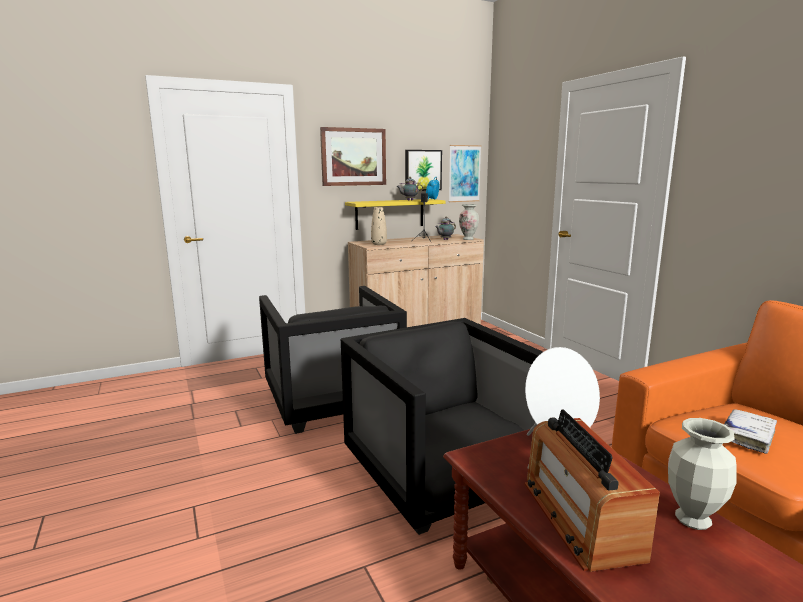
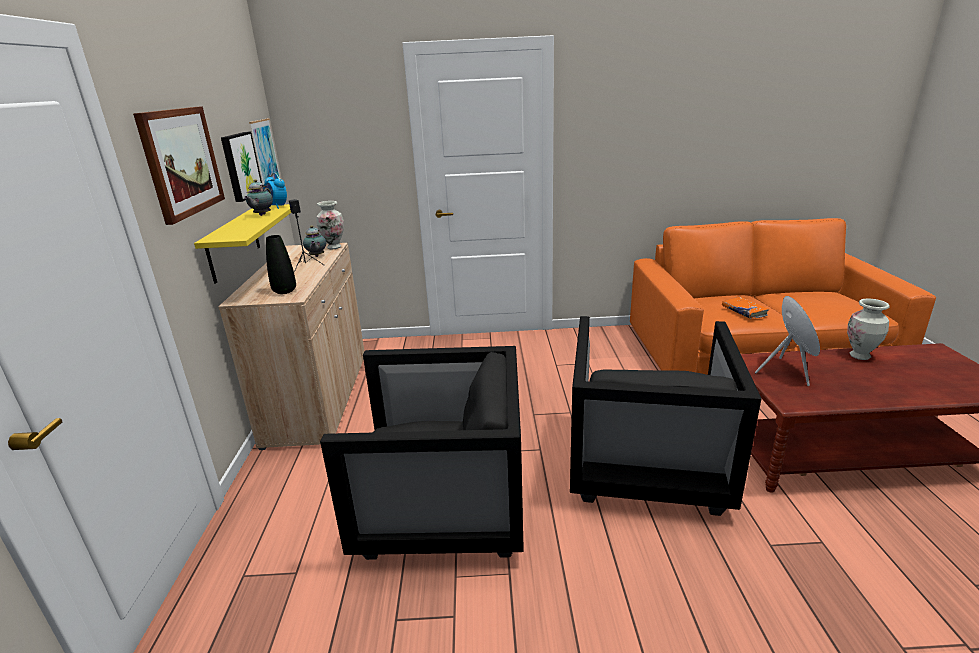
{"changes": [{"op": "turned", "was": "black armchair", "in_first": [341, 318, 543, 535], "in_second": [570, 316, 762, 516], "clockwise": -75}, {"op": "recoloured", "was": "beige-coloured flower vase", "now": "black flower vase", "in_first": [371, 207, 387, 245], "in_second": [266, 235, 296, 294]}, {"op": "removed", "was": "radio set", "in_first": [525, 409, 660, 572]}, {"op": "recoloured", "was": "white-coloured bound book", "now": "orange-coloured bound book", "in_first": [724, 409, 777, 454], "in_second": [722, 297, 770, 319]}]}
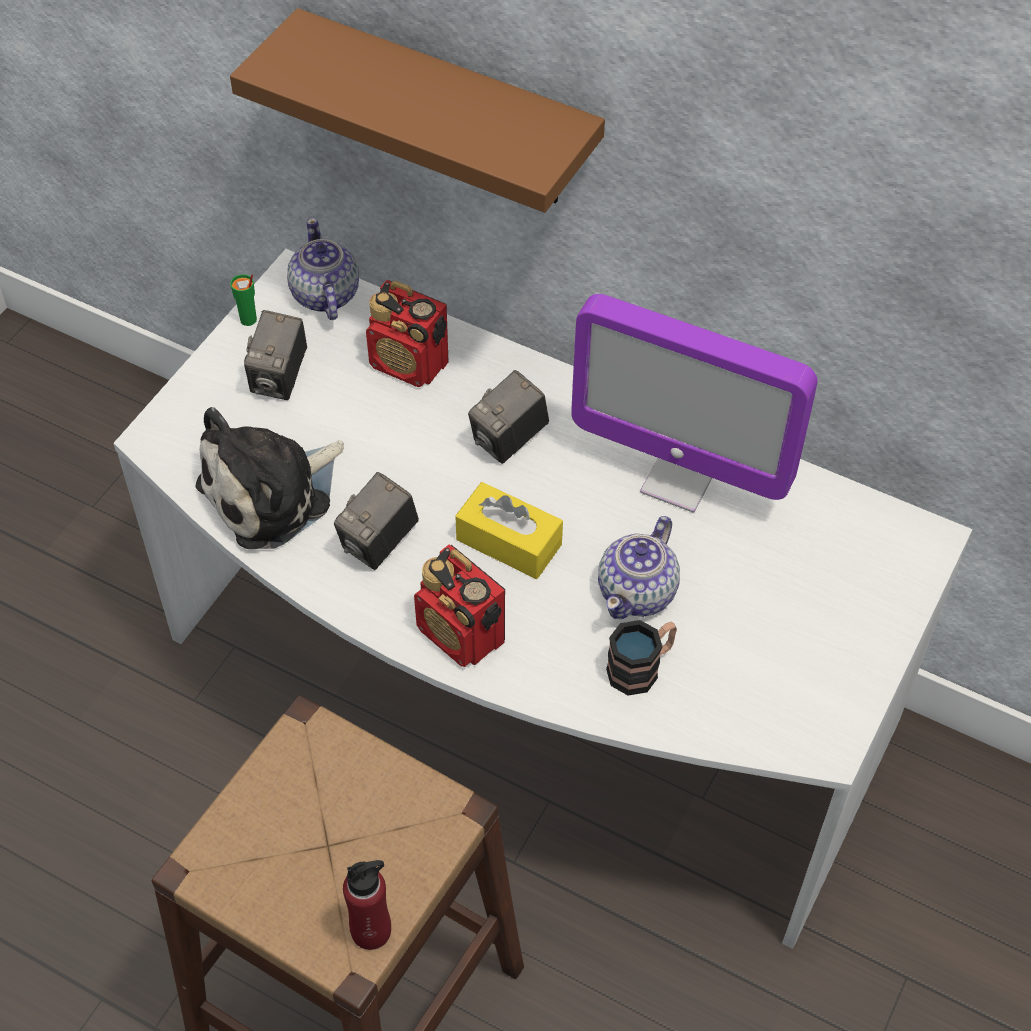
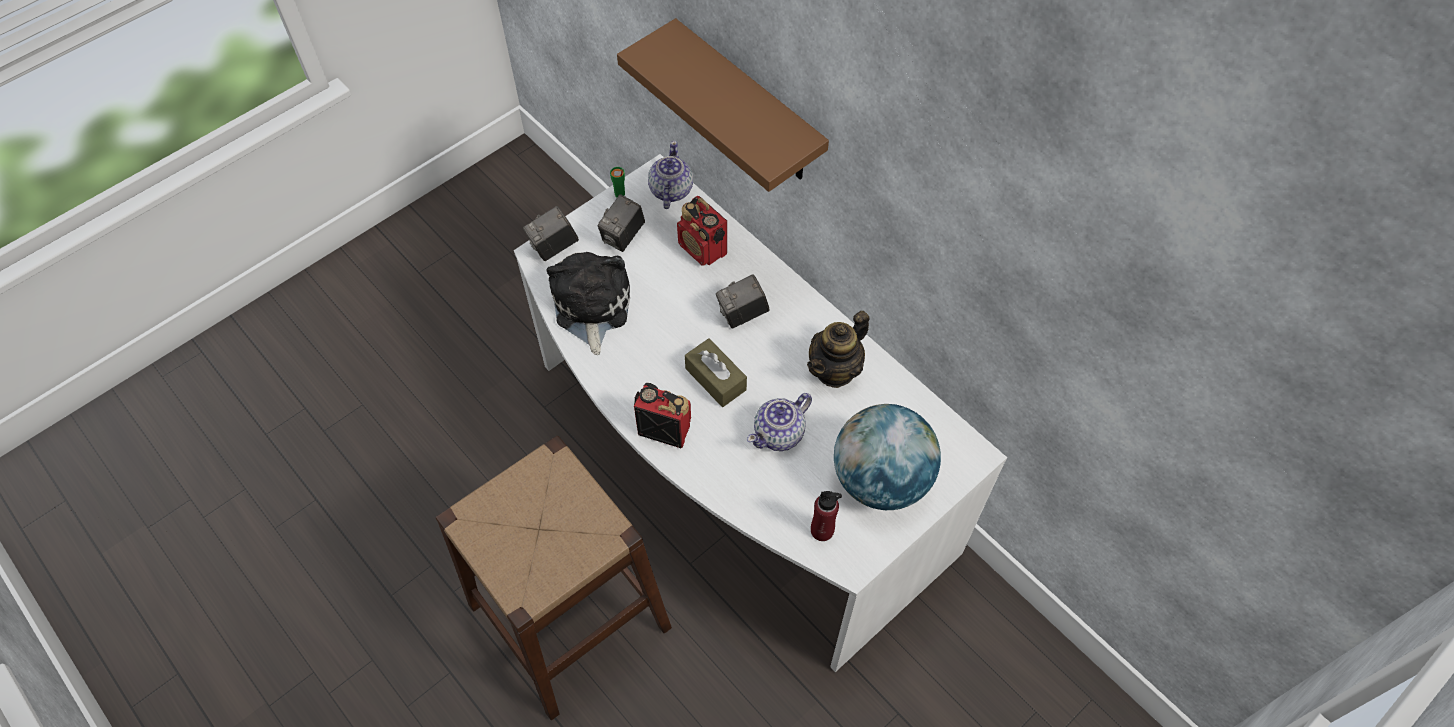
{"changes": [{"op": "turned", "was": "soft toy", "in_first": [195, 407, 344, 549], "in_second": [546, 252, 630, 355], "clockwise": 105}, {"op": "moved", "was": "photo camera", "in_first": [334, 472, 419, 570], "in_second": [523, 206, 579, 261]}, {"op": "moved", "was": "reddish bottle", "in_first": [343, 860, 391, 950], "in_second": [811, 491, 842, 541]}, {"op": "turned", "was": "radio set", "in_first": [414, 544, 505, 667], "in_second": [634, 383, 691, 448], "clockwise": 135}, {"op": "recoloured", "was": "yellowish tissue box", "now": "brown-coloured tissue box", "in_first": [455, 482, 563, 579], "in_second": [685, 338, 747, 407]}, {"op": "replaced", "was": "monitor", "now": "tea pot", "in_first": [571, 294, 818, 512], "in_second": [807, 311, 870, 388]}, {"op": "removed", "was": "mug", "in_first": [606, 620, 677, 695]}, {"op": "added", "now": "desk globe", "in_second": [834, 404, 941, 510]}]}
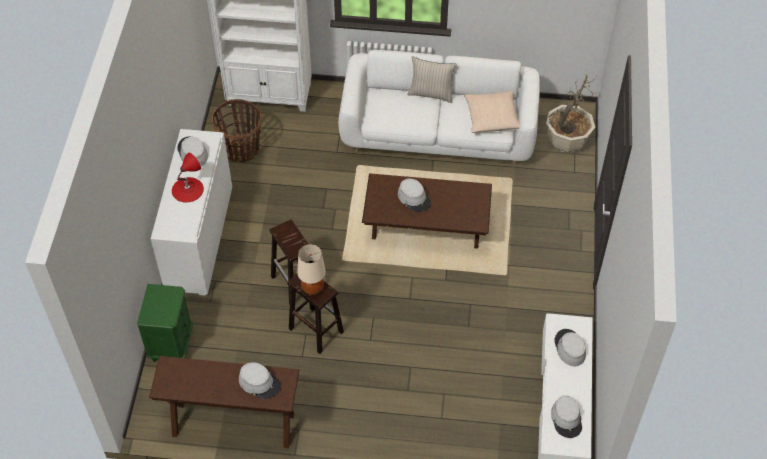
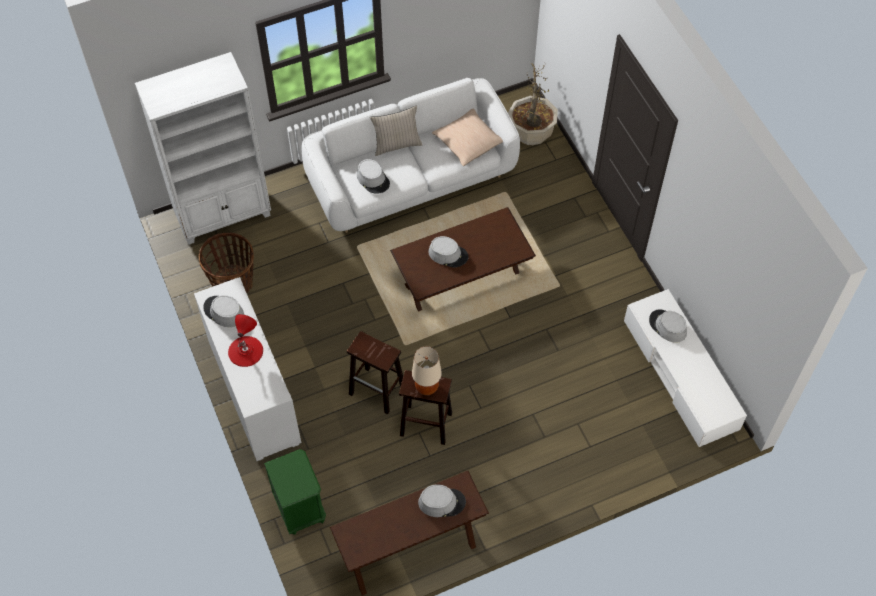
{"changes": [{"op": "moved", "was": "gray hat", "in_first": [551, 395, 582, 438], "in_second": [357, 159, 390, 194]}]}
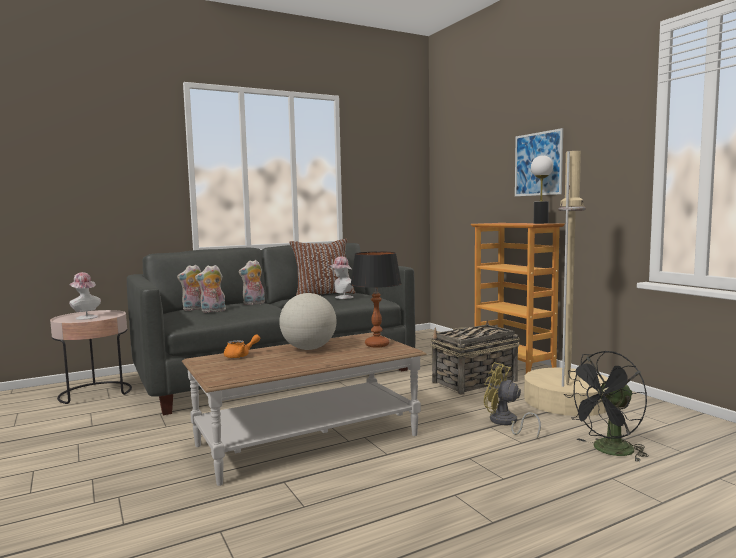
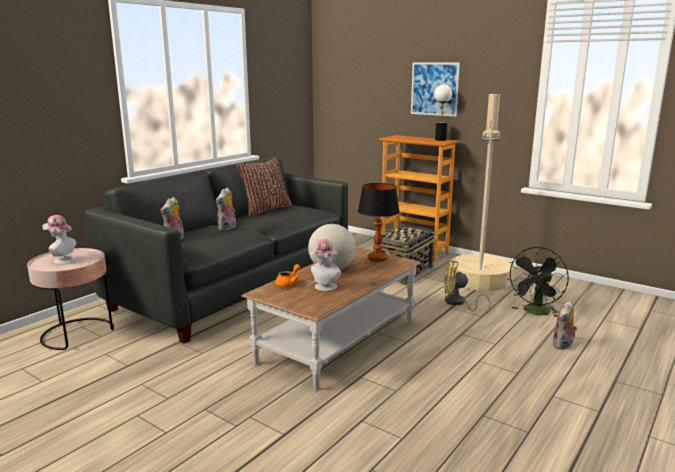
{"changes": [{"op": "moved", "was": "soft toy", "in_first": [195, 265, 226, 313], "in_second": [552, 301, 577, 350]}, {"op": "moved", "was": "hat", "in_first": [329, 256, 353, 299], "in_second": [310, 239, 341, 291]}]}
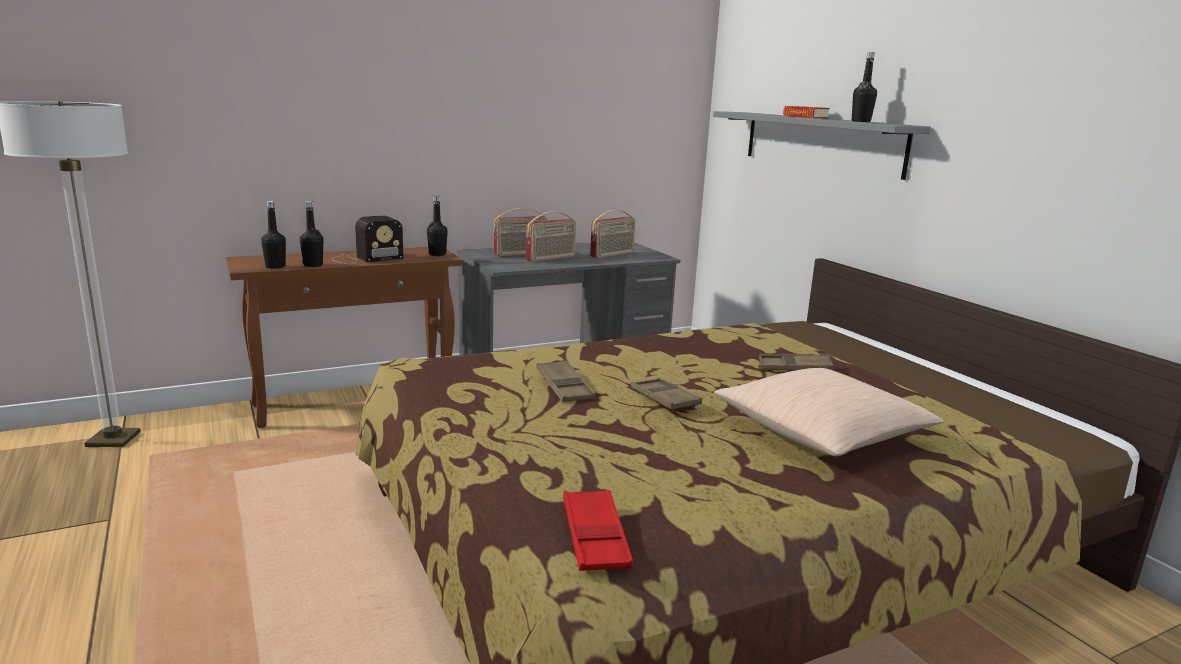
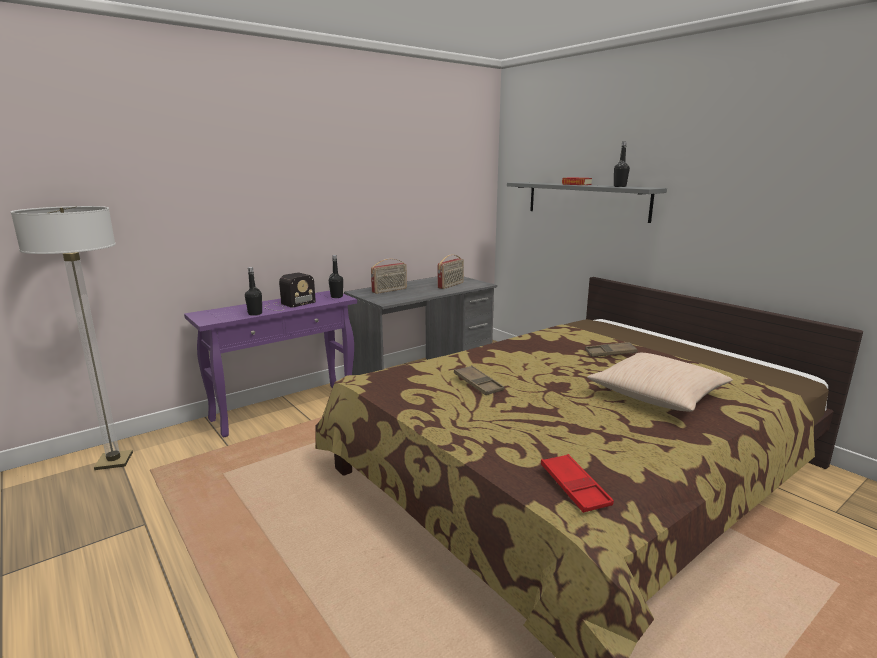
{"changes": [{"op": "recoloured", "was": "brown-coloured narrow table", "now": "purple-coloured narrow table", "in_first": [226, 247, 462, 428], "in_second": [184, 291, 357, 437]}, {"op": "removed", "was": "black bottle", "in_first": [261, 201, 286, 269]}, {"op": "removed", "was": "radio set", "in_first": [526, 212, 576, 262]}, {"op": "removed", "was": "brown-coloured tray", "in_first": [631, 378, 702, 411]}]}
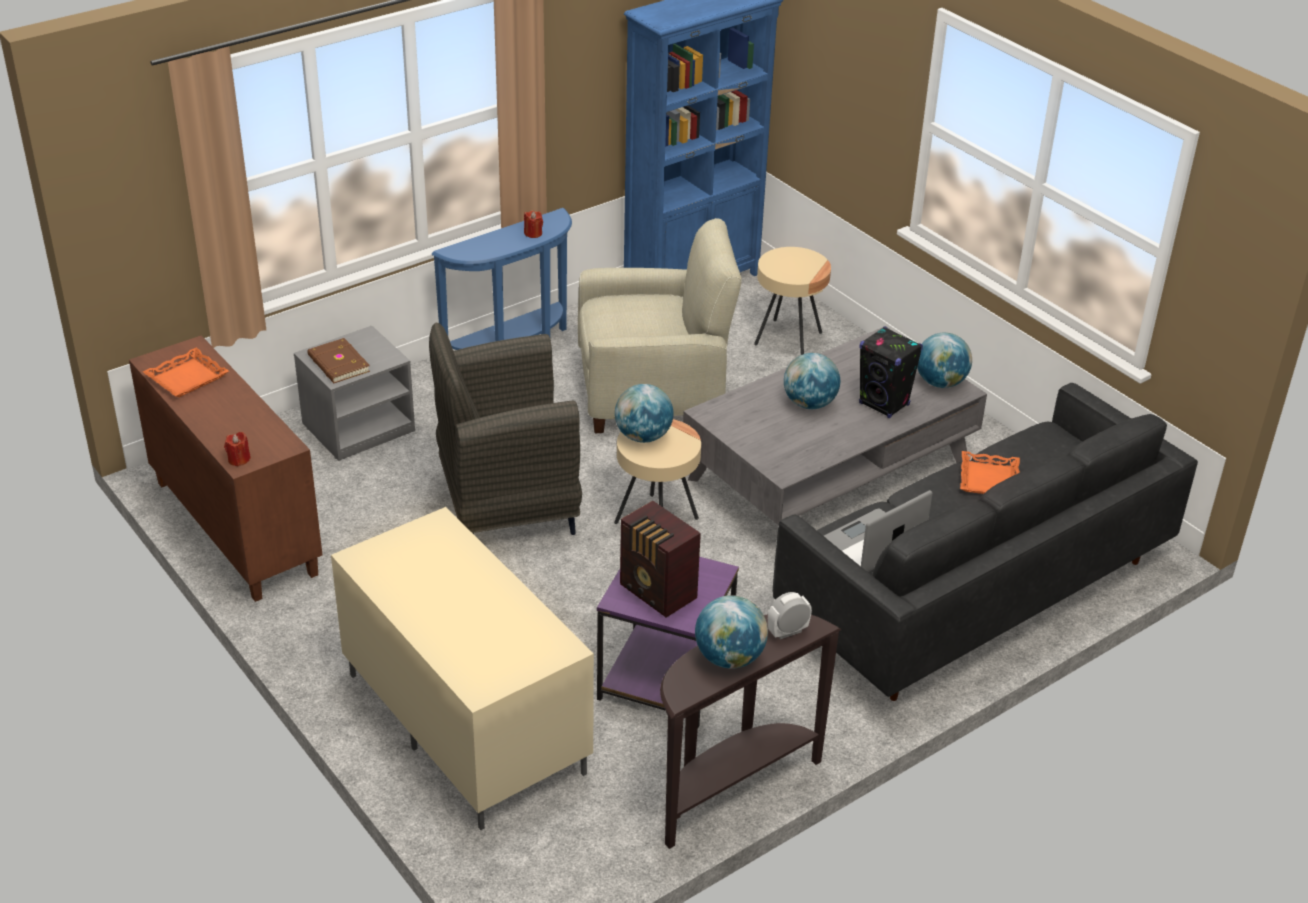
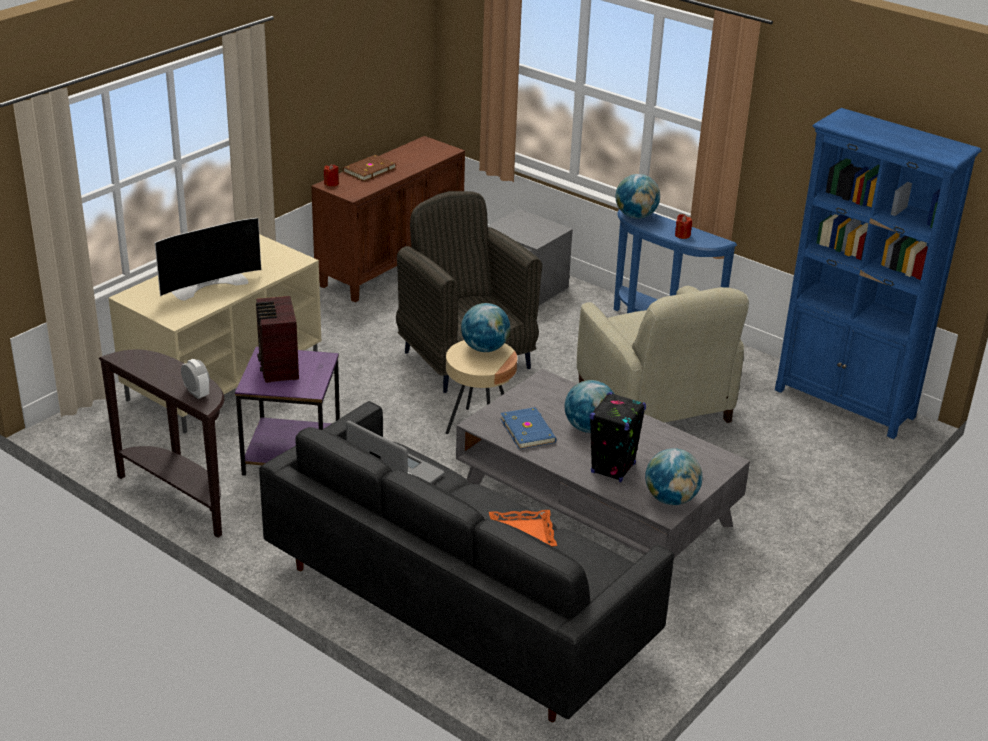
{"changes": [{"op": "removed", "was": "orange-coloured tray", "in_first": [143, 348, 229, 397]}, {"op": "moved", "was": "brown-coloured bound book", "in_first": [307, 338, 370, 383], "in_second": [343, 155, 396, 181]}, {"op": "turned", "was": "radio set", "in_first": [620, 501, 701, 618], "in_second": [256, 296, 299, 383], "clockwise": -45}, {"op": "moved", "was": "desk globe", "in_first": [695, 595, 768, 669], "in_second": [616, 174, 660, 219]}, {"op": "removed", "was": "beige-coloured accent table", "in_first": [754, 247, 831, 355]}, {"op": "added", "now": "TV", "in_second": [155, 218, 261, 301]}, {"op": "added", "now": "blue bound book", "in_second": [500, 407, 556, 449]}]}
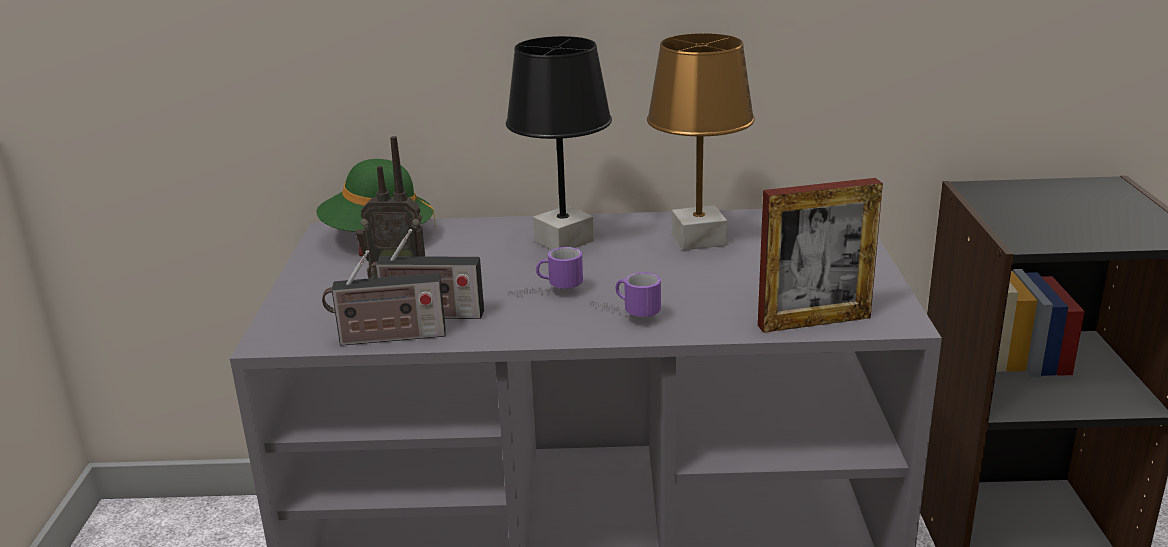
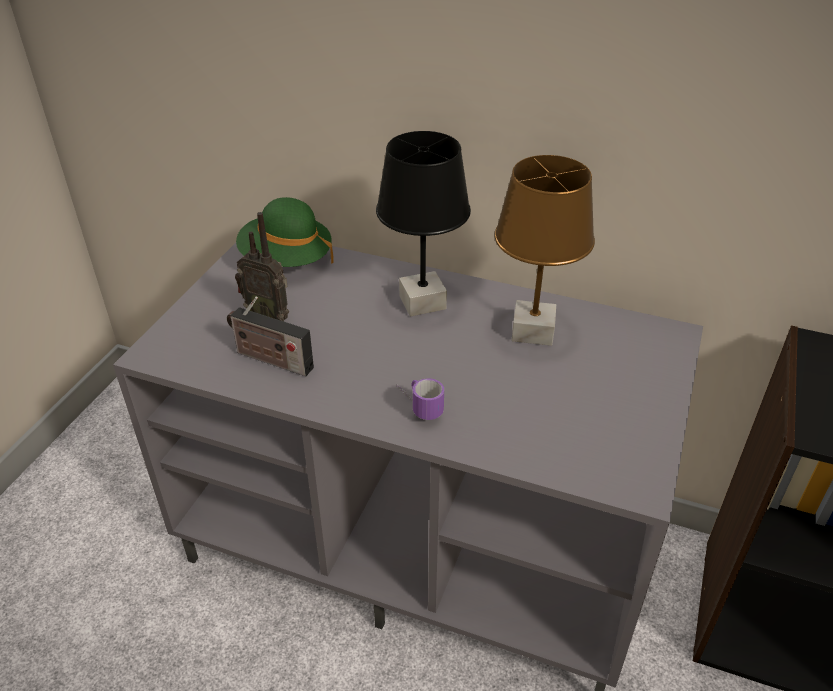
{"changes": [{"op": "removed", "was": "radio set", "in_first": [322, 250, 446, 346]}, {"op": "removed", "was": "mug", "in_first": [508, 247, 583, 296]}, {"op": "removed", "was": "photo frame", "in_first": [758, 178, 883, 333]}]}
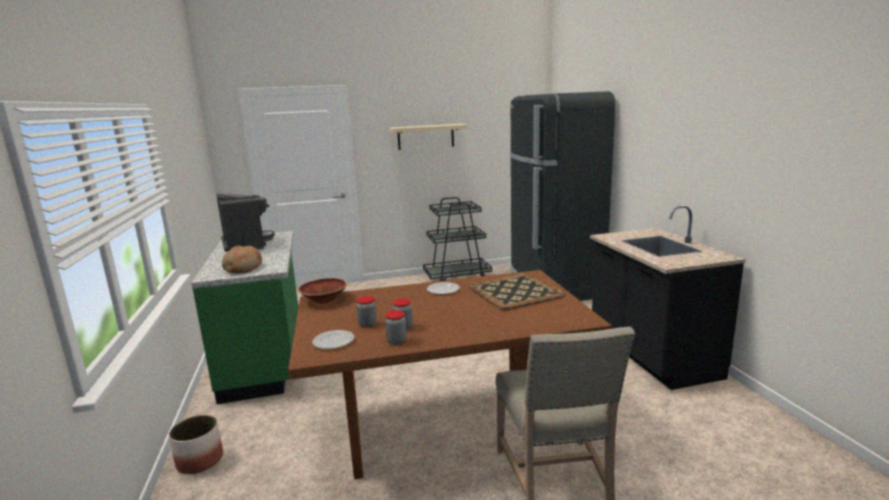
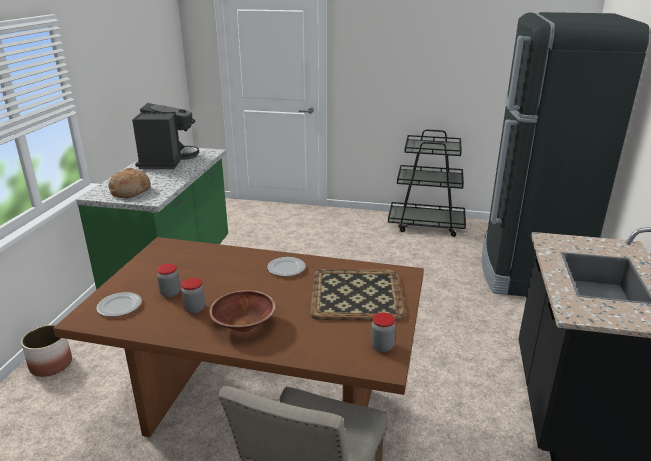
{"changes": [{"op": "moved", "was": "brown-coloured serving bowl", "in_first": [297, 278, 348, 304], "in_second": [209, 290, 276, 332]}, {"op": "moved", "was": "preserve jar", "in_first": [385, 310, 407, 345], "in_second": [371, 313, 396, 352]}, {"op": "removed", "was": "beige-coloured shelf", "in_first": [389, 124, 468, 150]}]}
